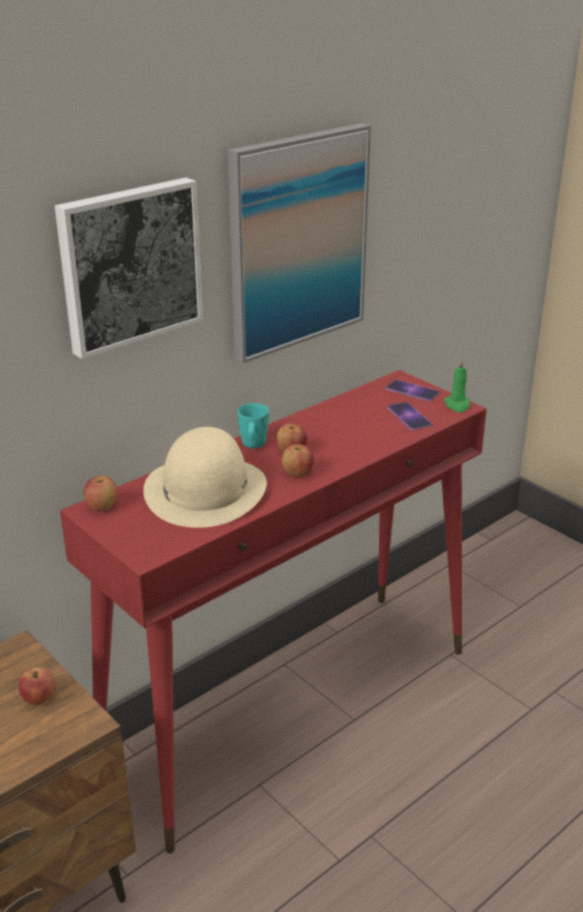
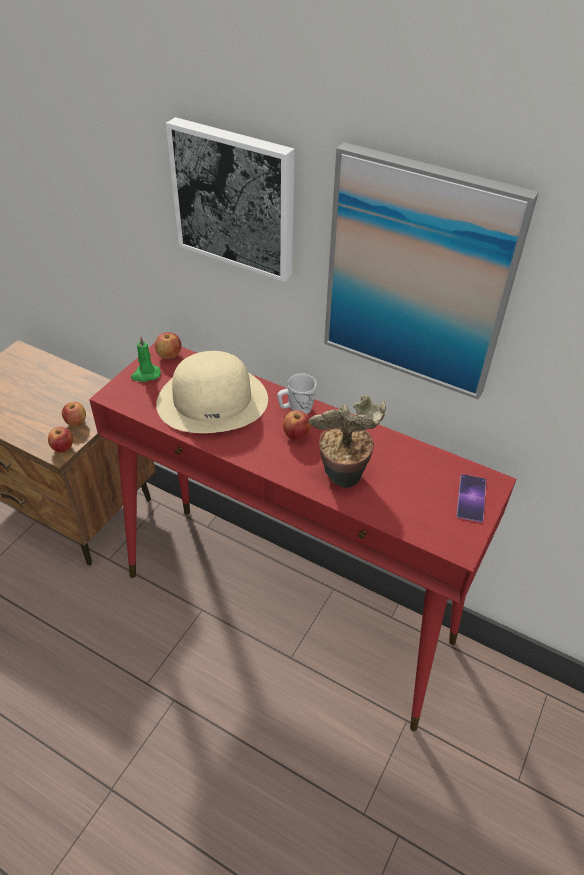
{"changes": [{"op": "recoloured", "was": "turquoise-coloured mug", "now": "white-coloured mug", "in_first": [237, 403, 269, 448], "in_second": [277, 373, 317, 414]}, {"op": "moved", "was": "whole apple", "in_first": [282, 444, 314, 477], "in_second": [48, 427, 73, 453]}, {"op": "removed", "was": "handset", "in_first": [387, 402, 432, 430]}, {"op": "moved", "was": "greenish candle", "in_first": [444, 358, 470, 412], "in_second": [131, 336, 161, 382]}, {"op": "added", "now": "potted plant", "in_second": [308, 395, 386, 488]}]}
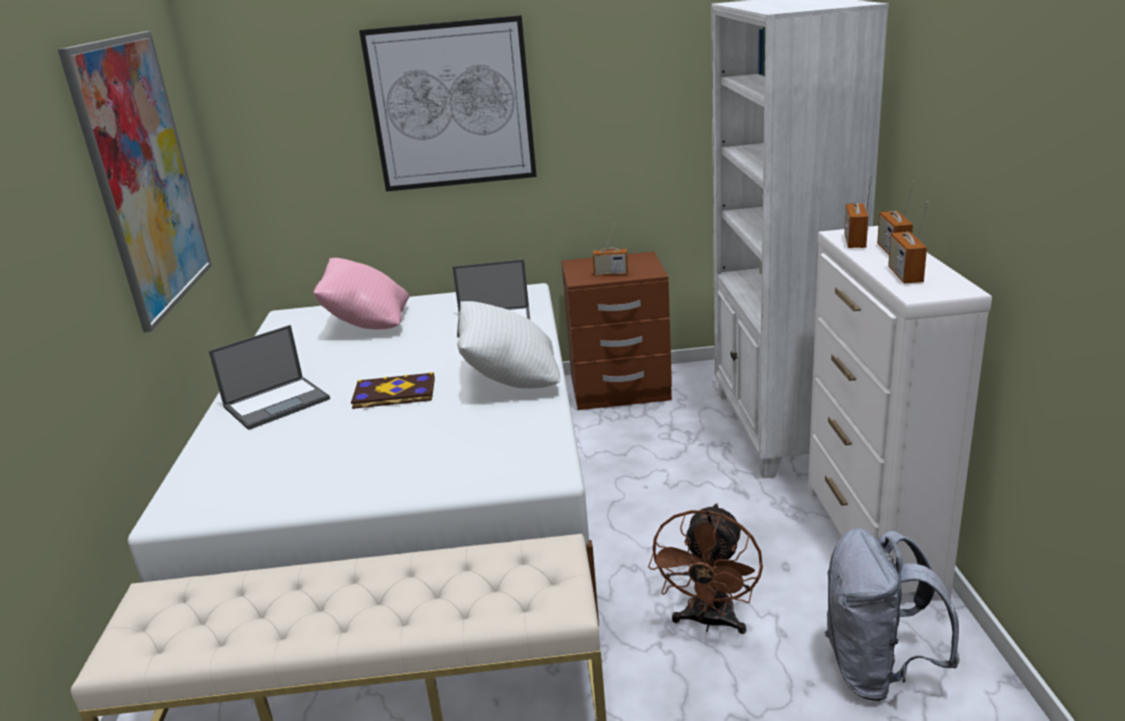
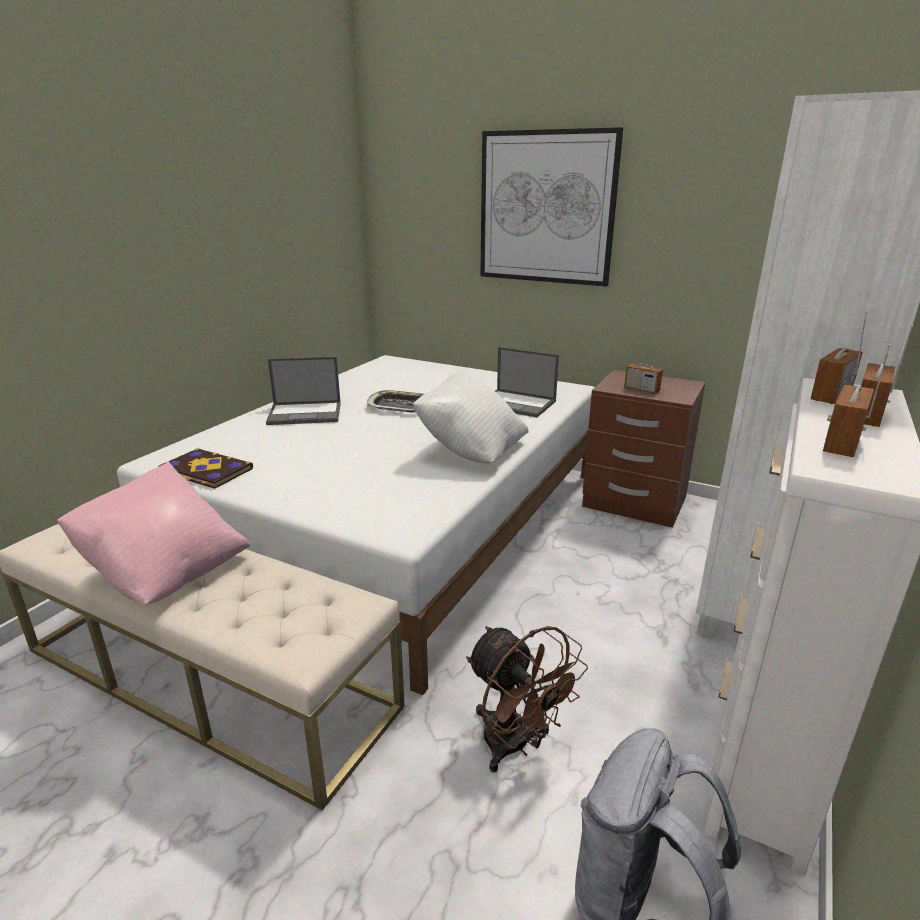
{"changes": [{"op": "removed", "was": "wall picture", "in_first": [57, 31, 212, 333]}, {"op": "moved", "was": "pink pillow", "in_first": [314, 258, 409, 329], "in_second": [57, 461, 250, 604]}, {"op": "moved", "was": "bound book", "in_first": [351, 372, 435, 409], "in_second": [158, 448, 253, 489]}, {"op": "turned", "was": "brown-coloured cooling fan", "in_first": [648, 503, 763, 634], "in_second": [466, 626, 588, 773], "clockwise": -90}, {"op": "added", "now": "tray", "in_second": [367, 390, 424, 413]}]}
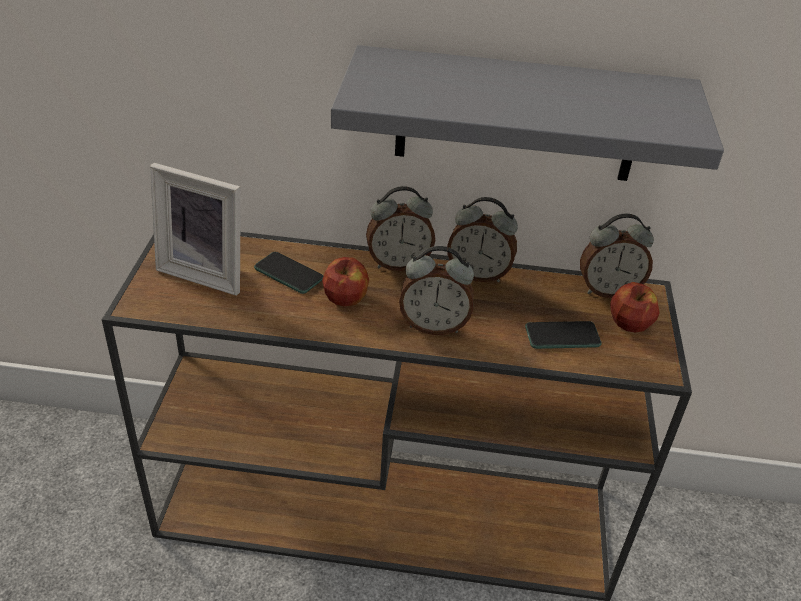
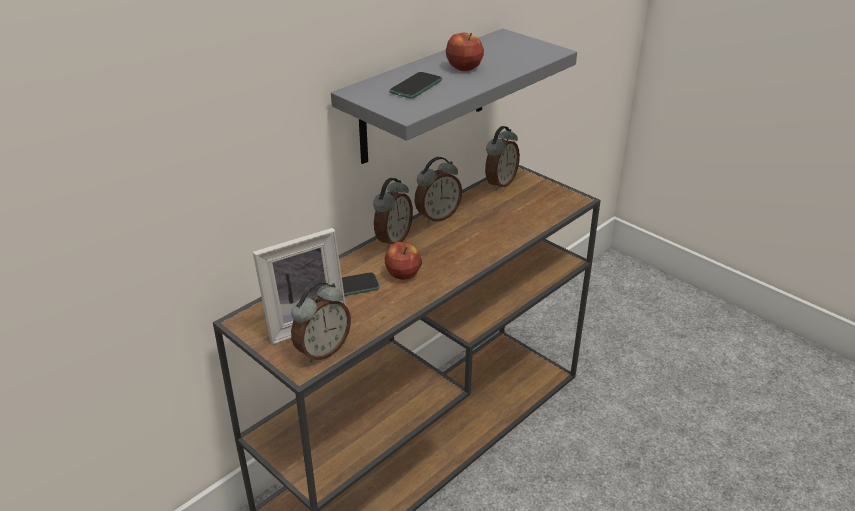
{"changes": [{"op": "moved", "was": "alarm clock", "in_first": [399, 246, 474, 335], "in_second": [291, 281, 351, 363]}, {"op": "moved", "was": "handset", "in_first": [525, 321, 602, 349], "in_second": [389, 72, 442, 99]}, {"op": "moved", "was": "whole apple", "in_first": [610, 282, 660, 332], "in_second": [446, 33, 484, 71]}]}
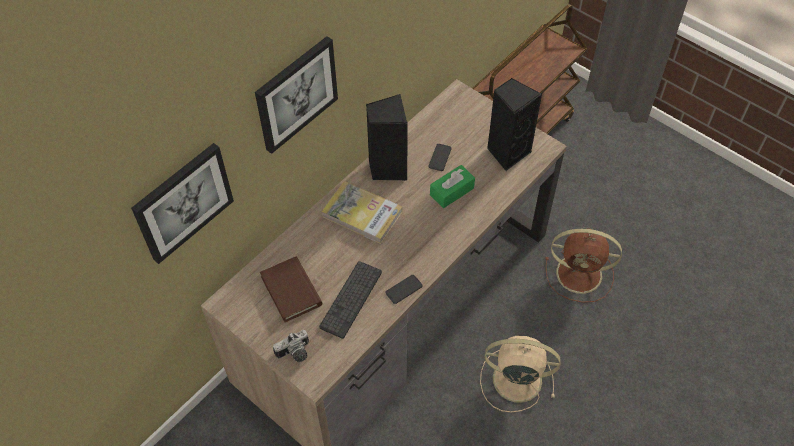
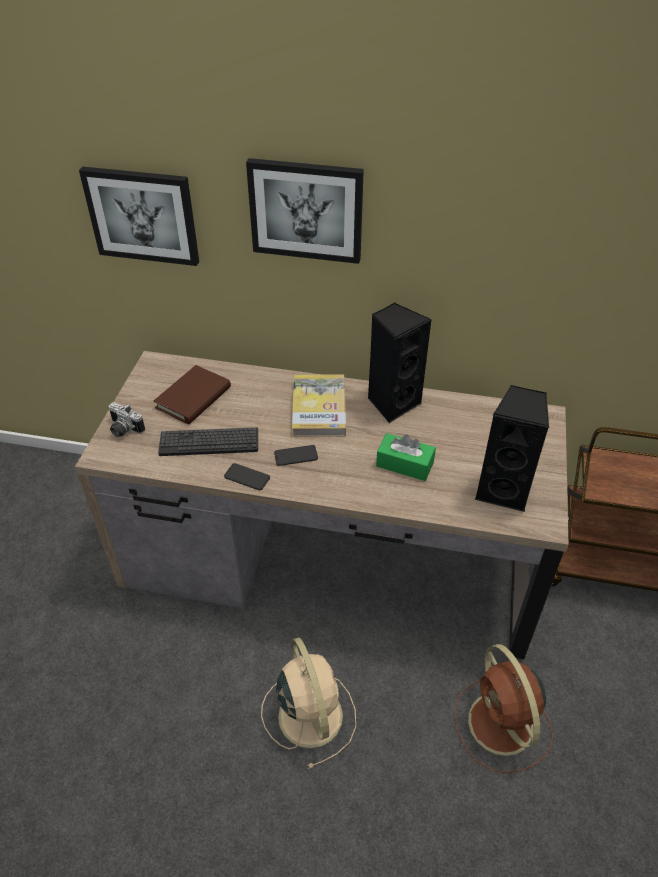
{"changes": [{"op": "moved", "was": "handset", "in_first": [428, 144, 452, 171], "in_second": [274, 445, 318, 466]}]}
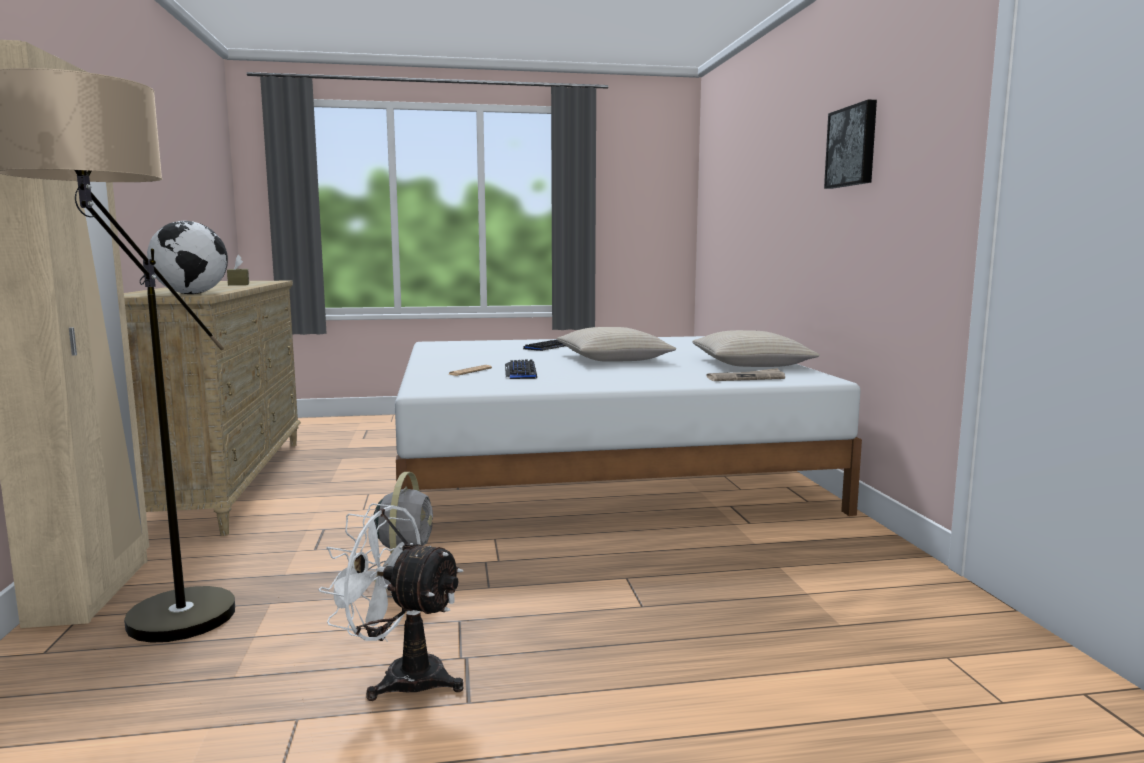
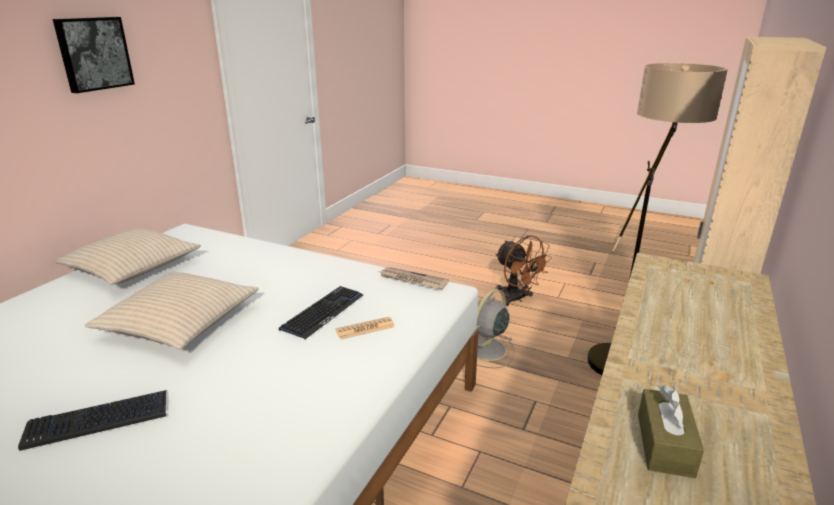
{"changes": [{"op": "removed", "was": "desk globe", "in_first": [147, 221, 228, 294]}, {"op": "recoloured", "was": "white-coloured cooling fan", "now": "brown-coloured cooling fan", "in_first": [318, 503, 463, 701], "in_second": [495, 235, 552, 306]}, {"op": "moved", "was": "daily paper", "in_first": [707, 368, 785, 381], "in_second": [380, 267, 449, 289]}]}
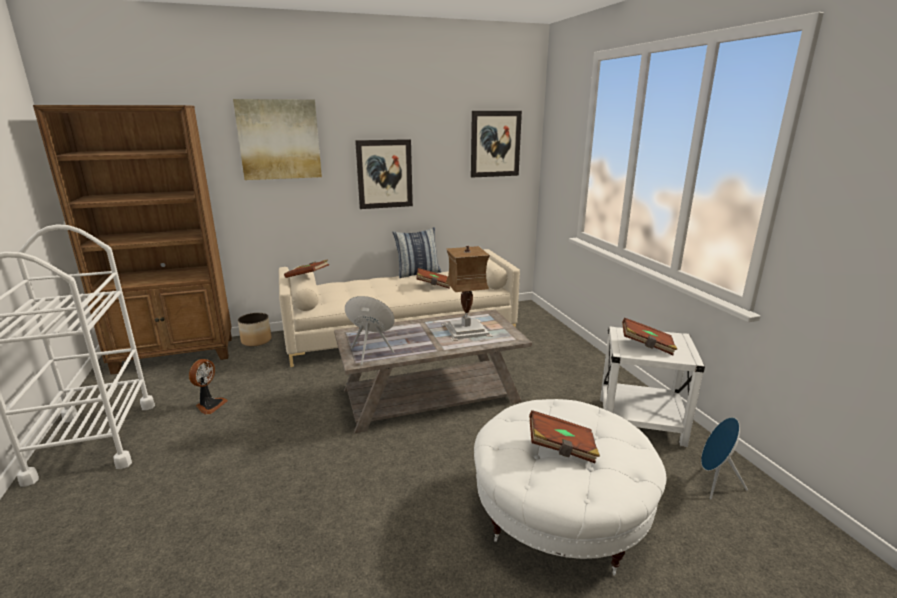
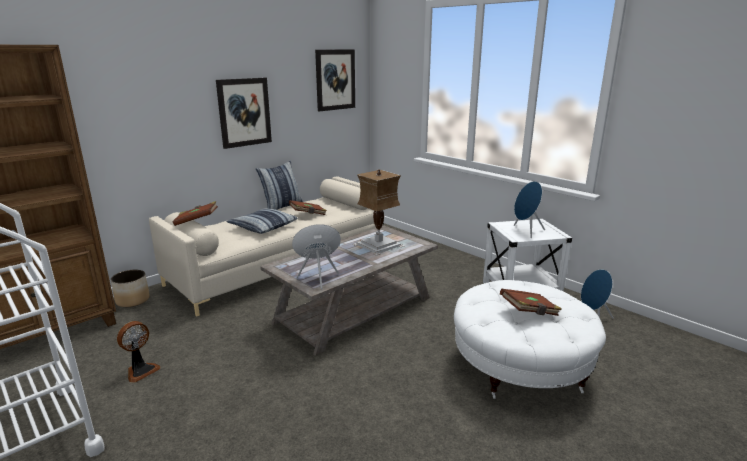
{"changes": [{"op": "turned", "was": "cooling fan", "in_first": [189, 359, 228, 415], "in_second": [117, 321, 160, 383], "clockwise": 45}, {"op": "removed", "was": "wall picture", "in_first": [233, 99, 322, 180]}, {"op": "replaced", "was": "brown-coloured bound book", "now": "blue loudspeaker", "in_first": [622, 318, 677, 355], "in_second": [514, 181, 545, 238]}, {"op": "added", "now": "pillow", "in_second": [227, 208, 297, 234]}]}
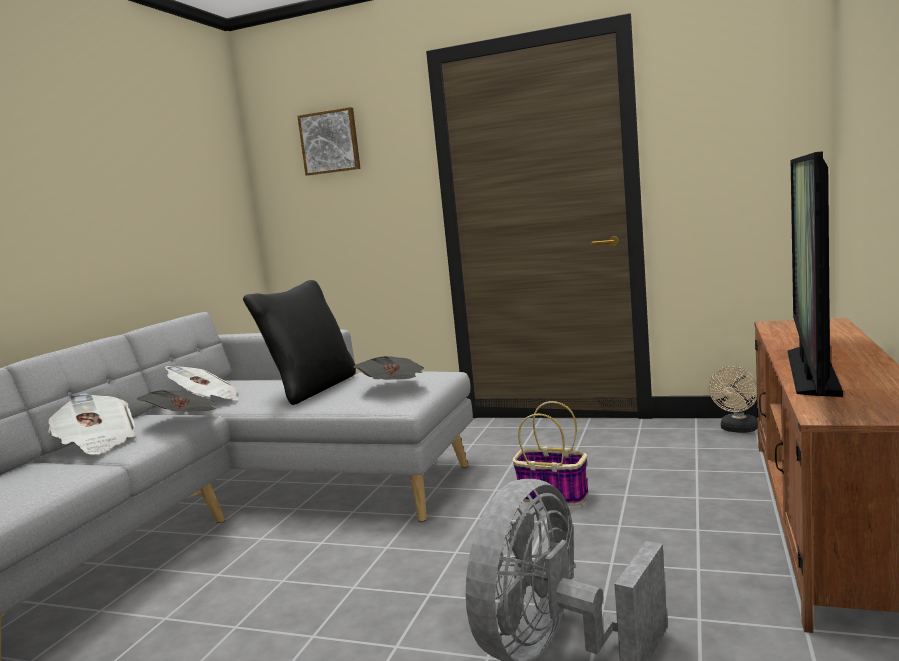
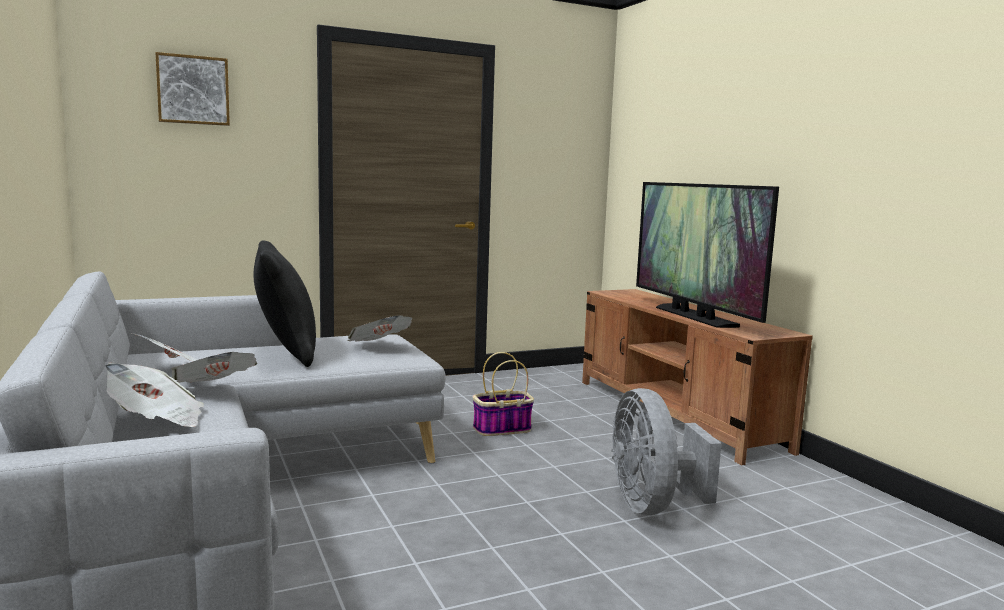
{"changes": [{"op": "removed", "was": "beige-coloured cooling fan", "in_first": [709, 366, 758, 433]}]}
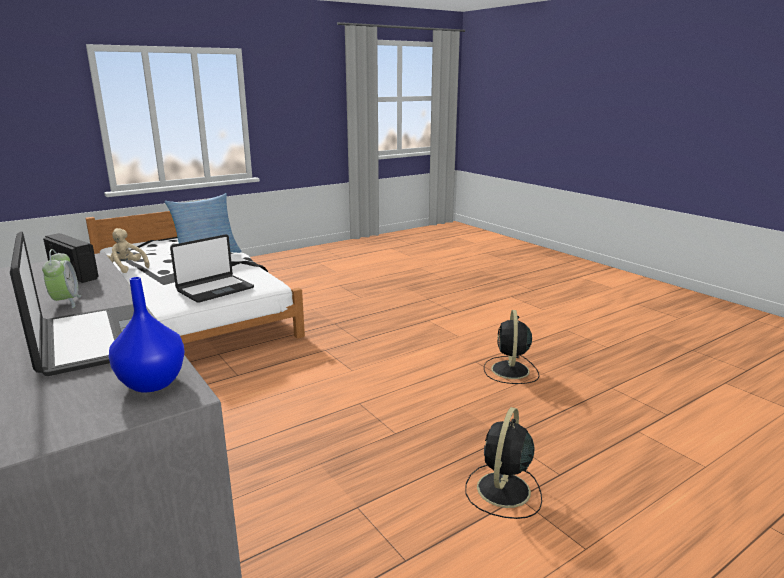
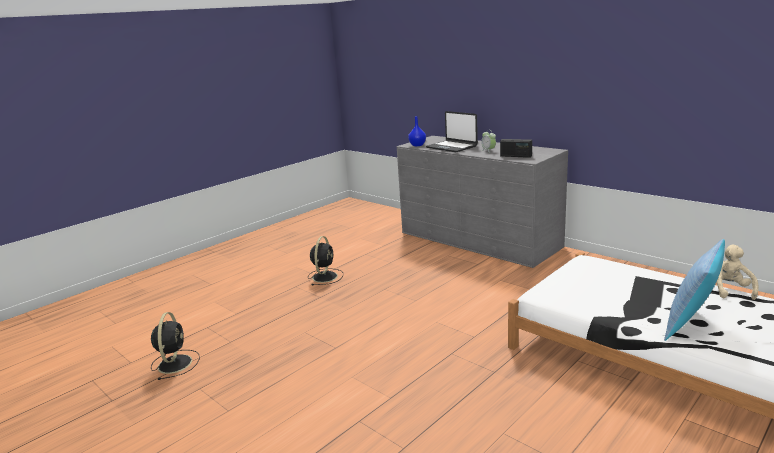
{"changes": [{"op": "turned", "was": "beige-coloured soft toy", "in_first": [107, 228, 150, 273], "in_second": [717, 245, 759, 300], "clockwise": -105}, {"op": "removed", "was": "notebook computer", "in_first": [170, 234, 254, 303]}, {"op": "moved", "was": "black cooling fan", "in_first": [484, 310, 539, 384], "in_second": [151, 312, 200, 380]}]}
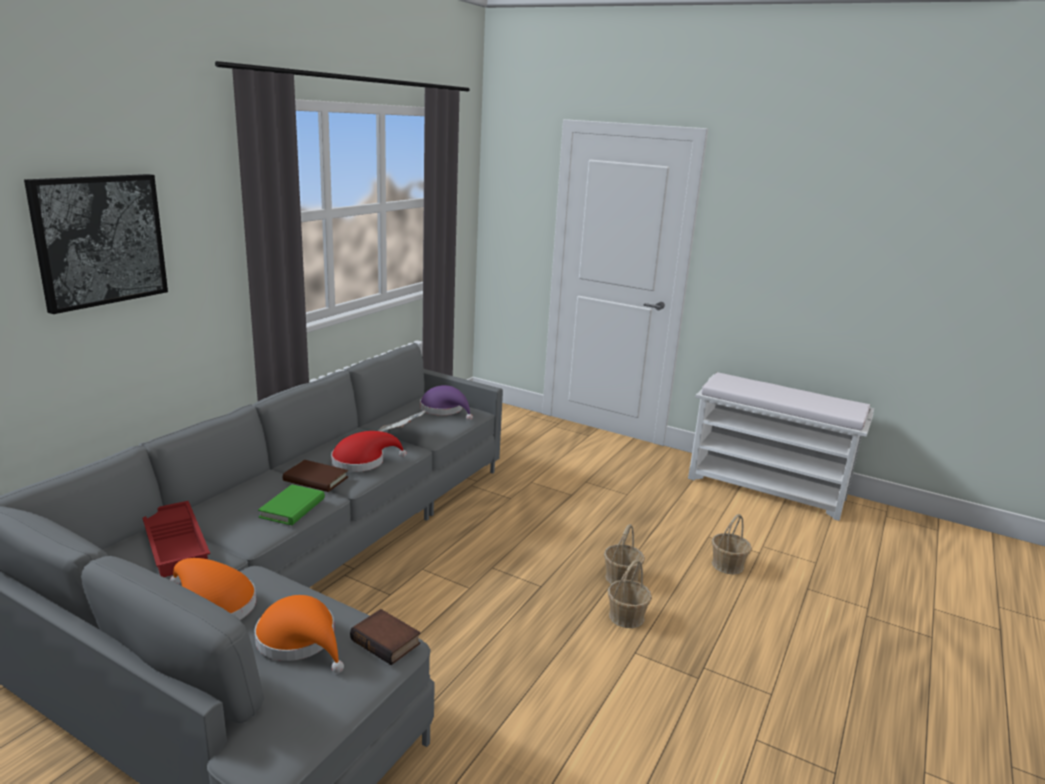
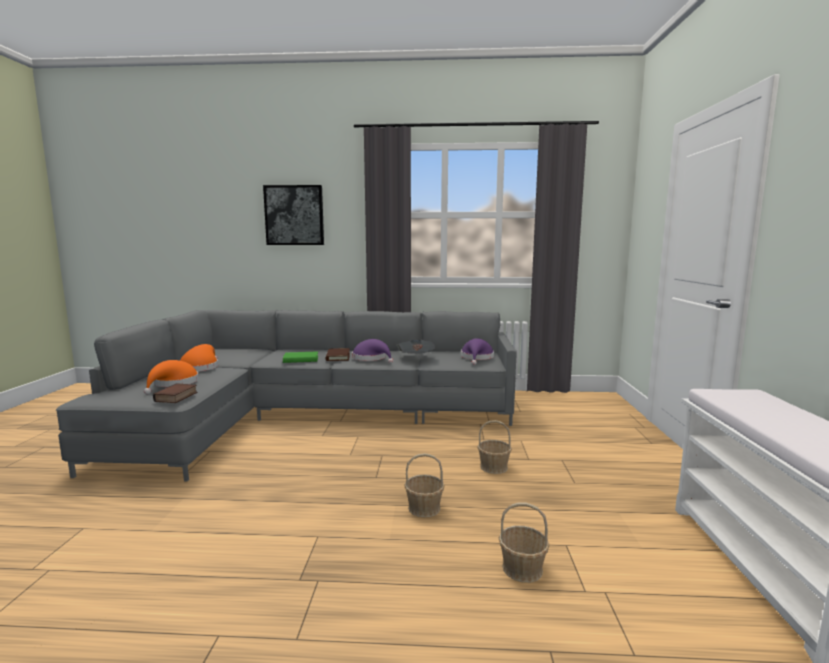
{"changes": [{"op": "removed", "was": "reddish tray", "in_first": [143, 501, 210, 577]}, {"op": "recoloured", "was": "reddish hat", "now": "purple-coloured hat", "in_first": [331, 431, 407, 472], "in_second": [352, 339, 393, 363]}, {"op": "moved", "was": "household basket", "in_first": [607, 560, 652, 628], "in_second": [477, 420, 512, 474]}]}
